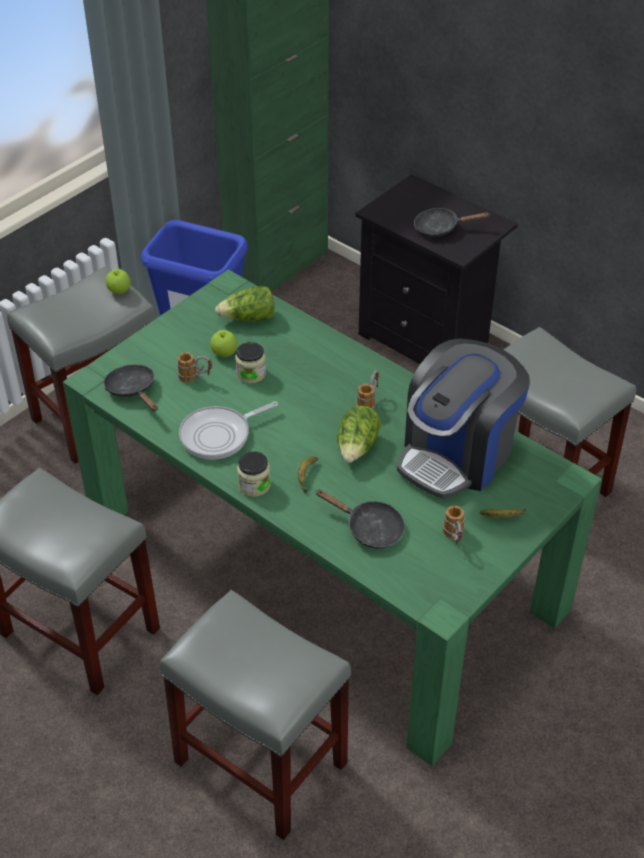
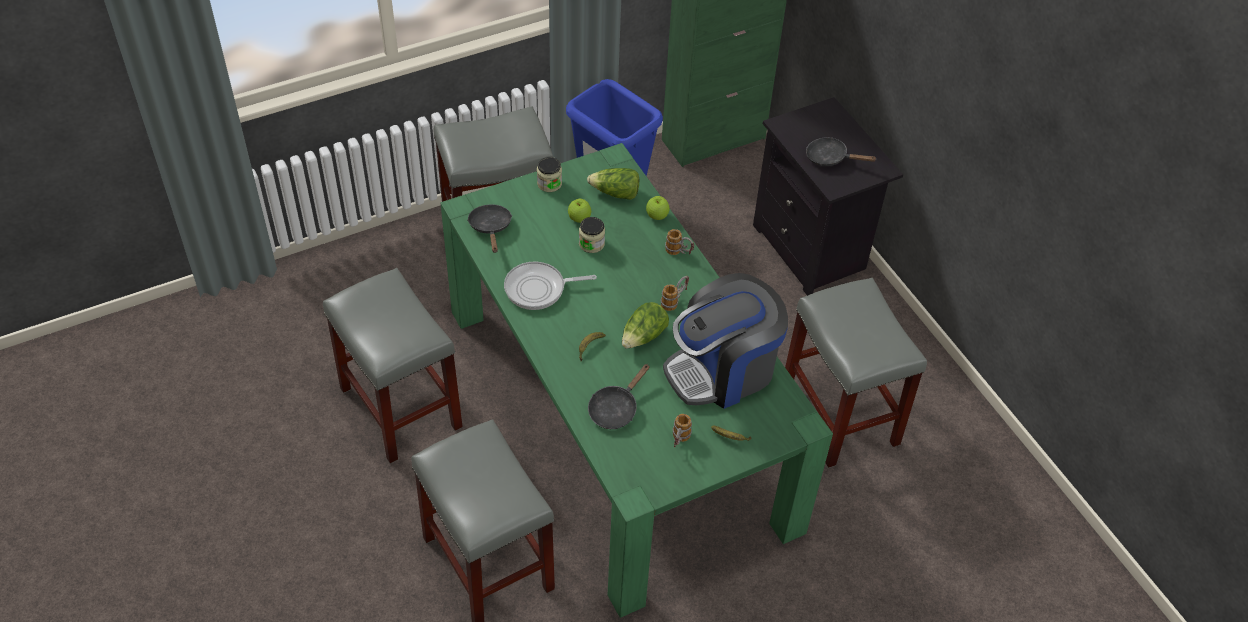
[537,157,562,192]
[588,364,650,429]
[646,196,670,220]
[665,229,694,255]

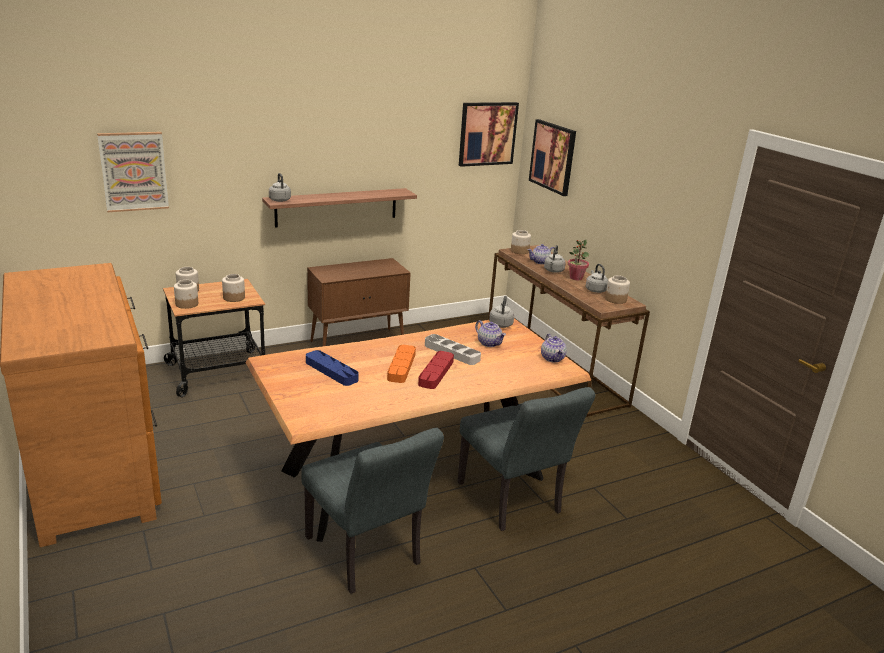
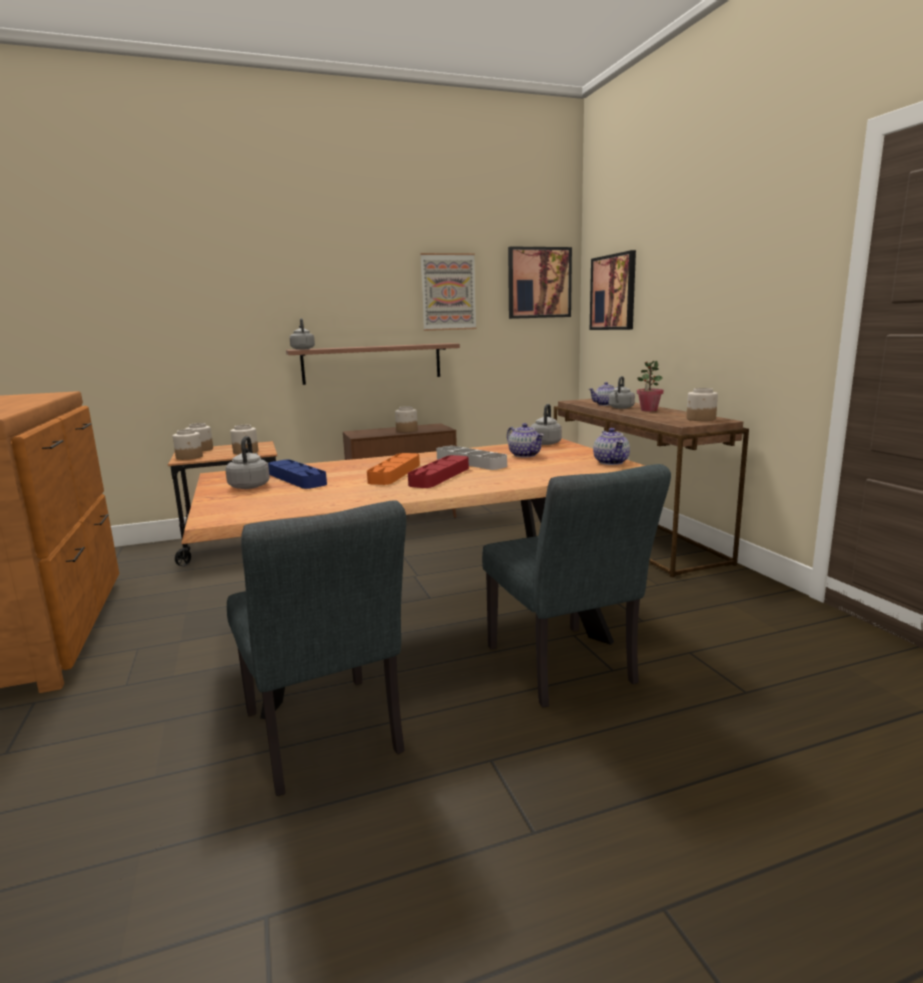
[225,436,270,489]
[395,406,418,432]
[420,253,477,331]

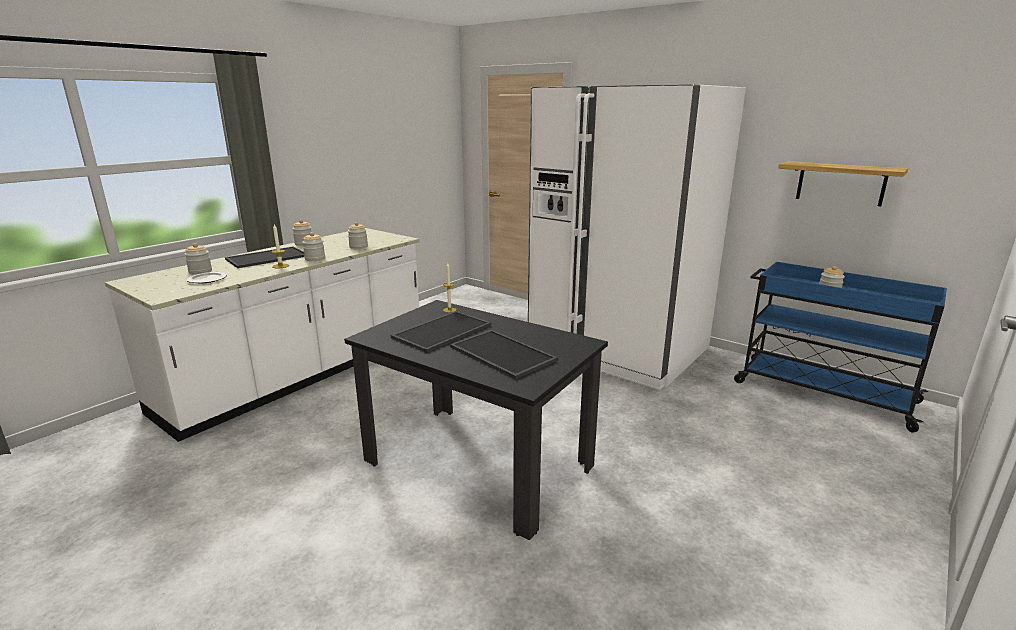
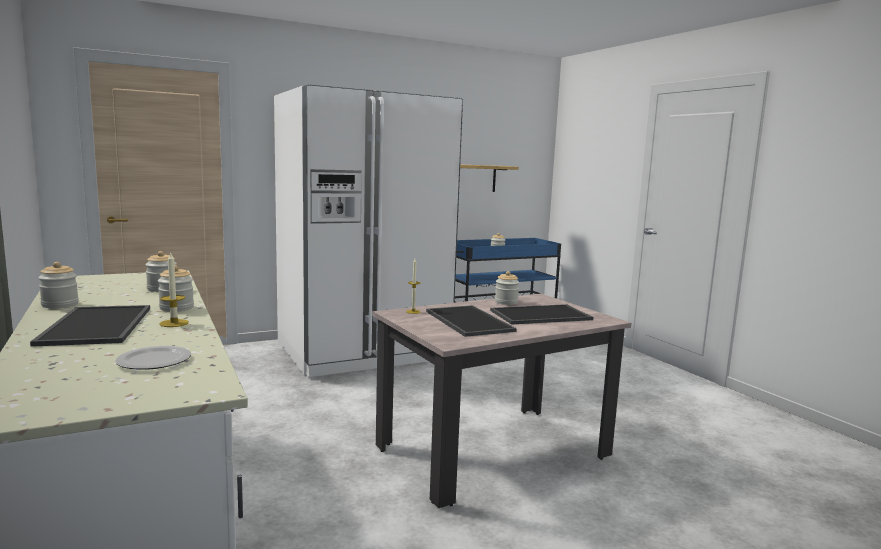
[372,293,631,508]
[495,271,519,305]

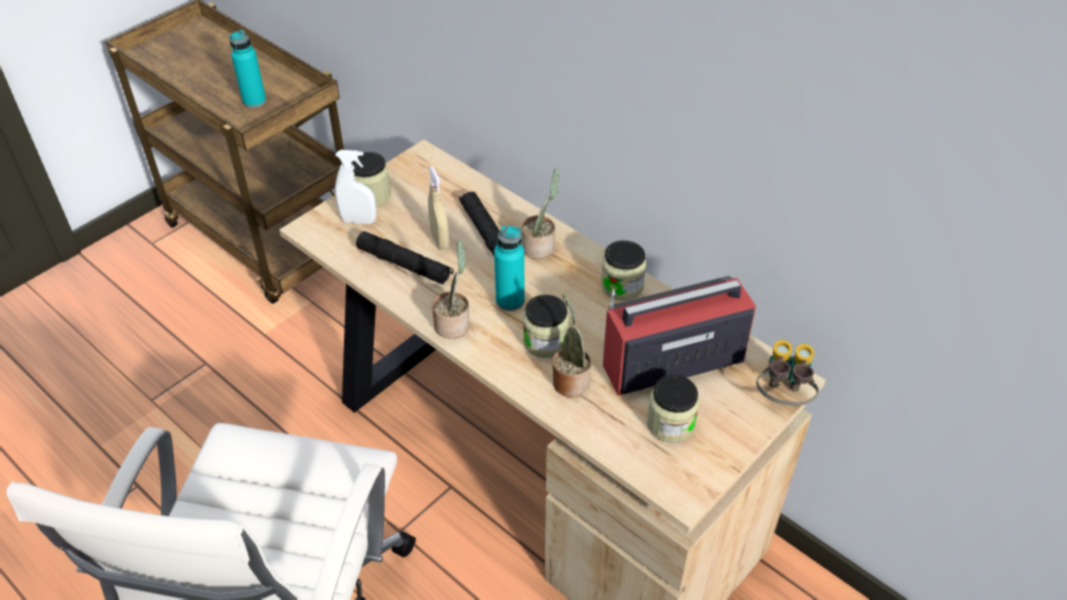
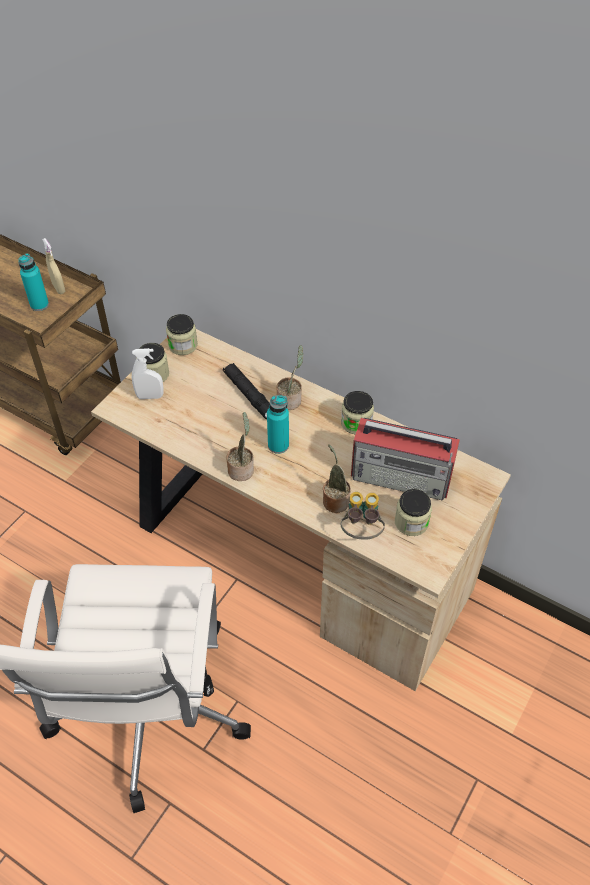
[42,238,65,294]
[166,314,198,355]
[341,492,385,540]
[351,418,460,501]
[356,231,453,285] (first image)

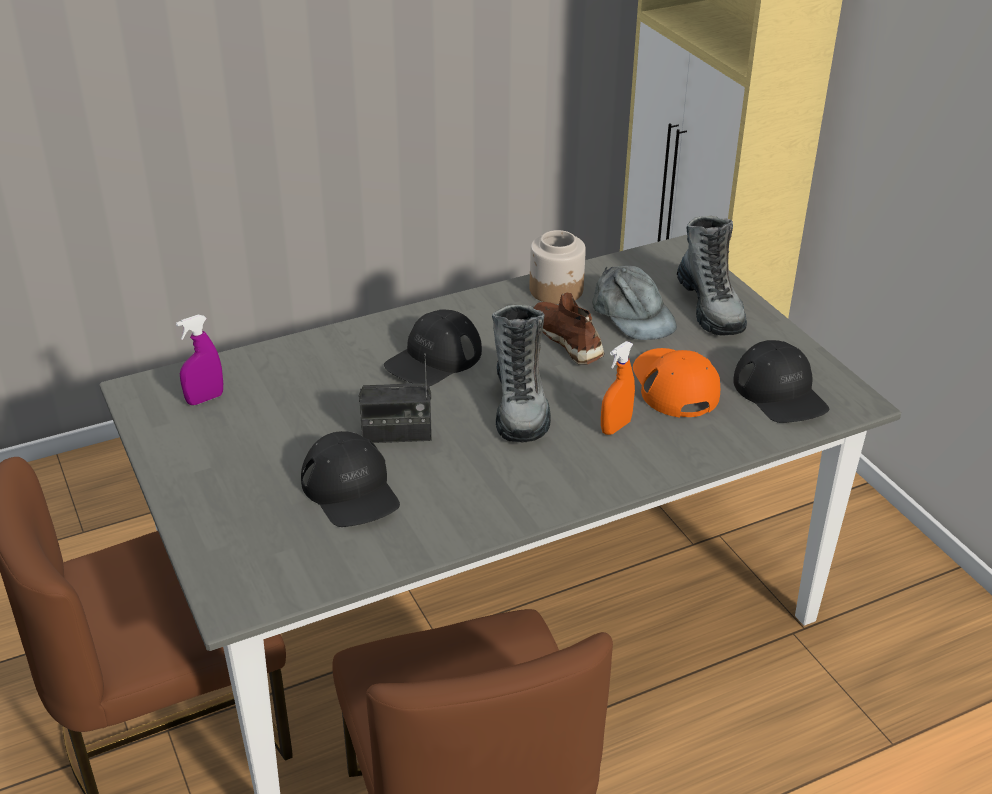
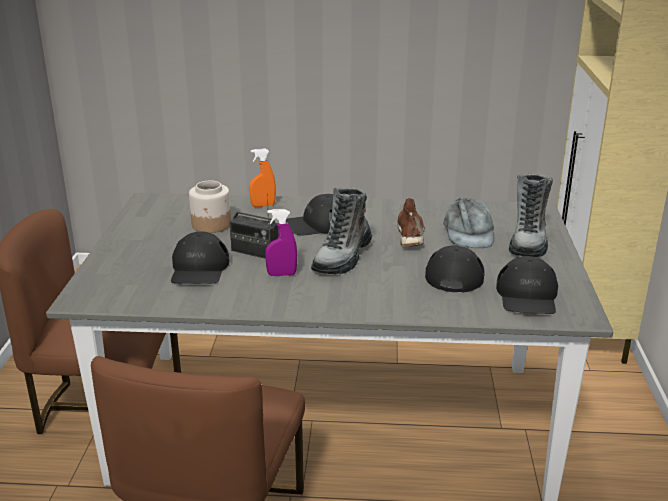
[189,180,231,233]
[249,148,276,207]
[265,209,297,276]
[425,246,485,293]

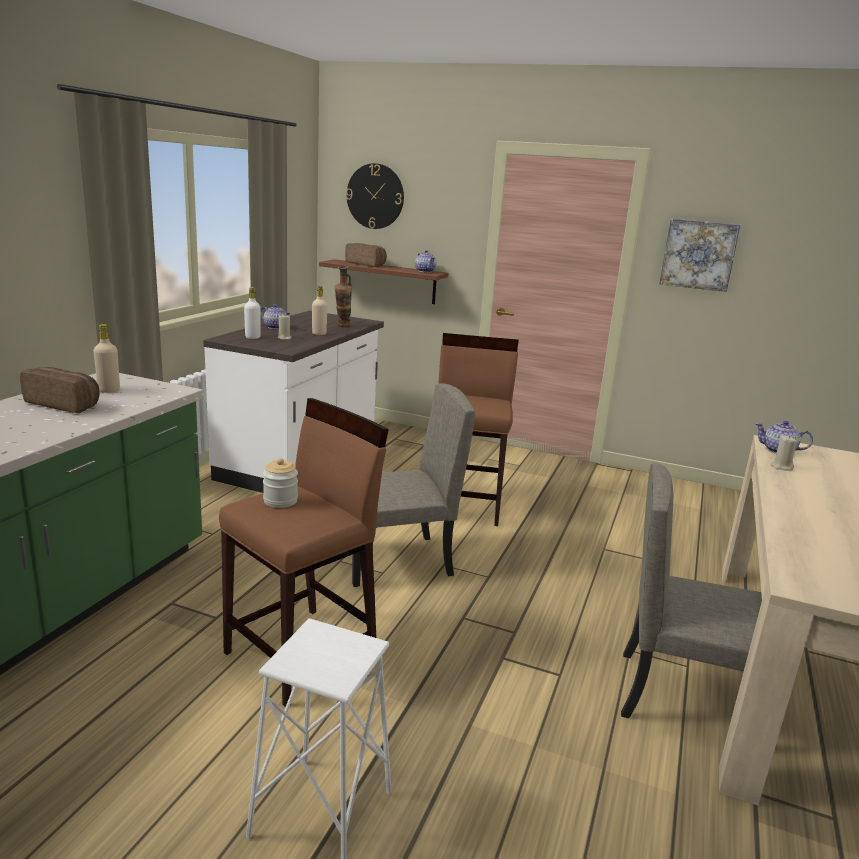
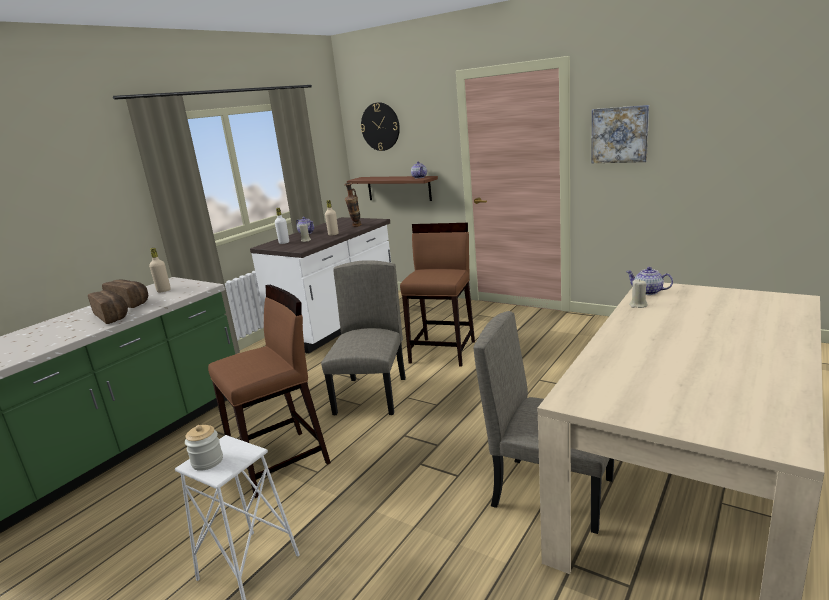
[88,290,128,324]
[185,425,223,471]
[321,260,406,415]

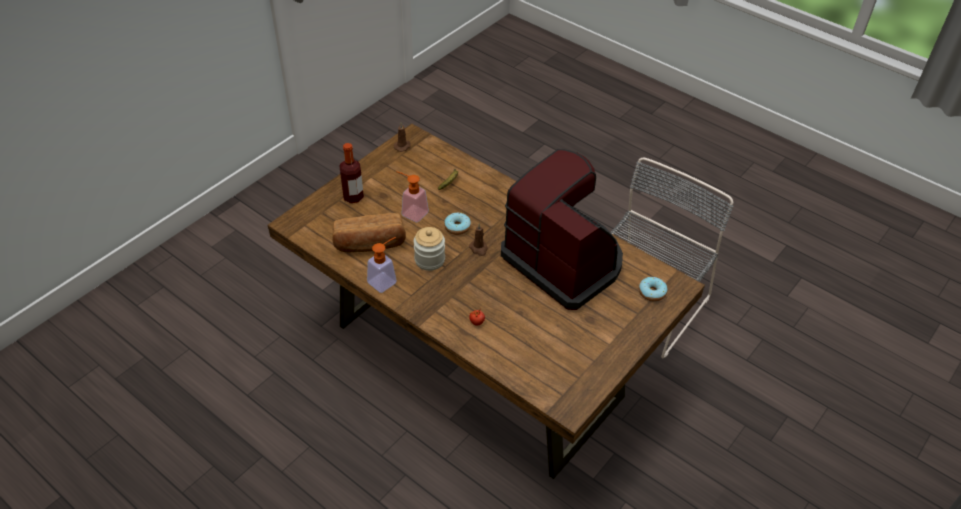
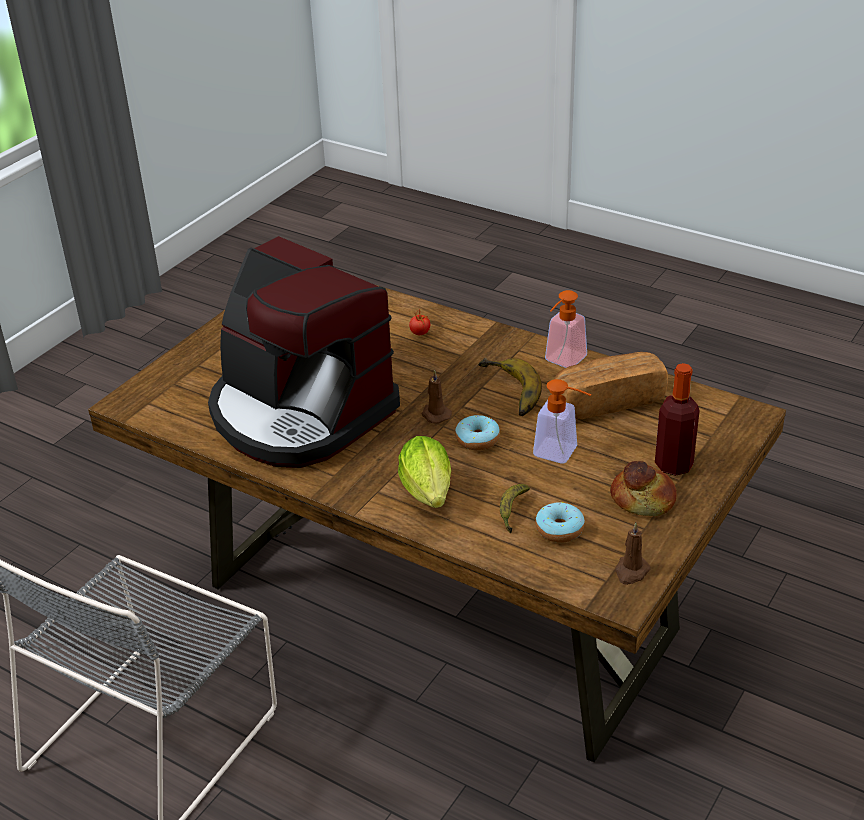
[398,436,451,508]
[478,358,542,416]
[535,502,585,543]
[610,461,677,516]

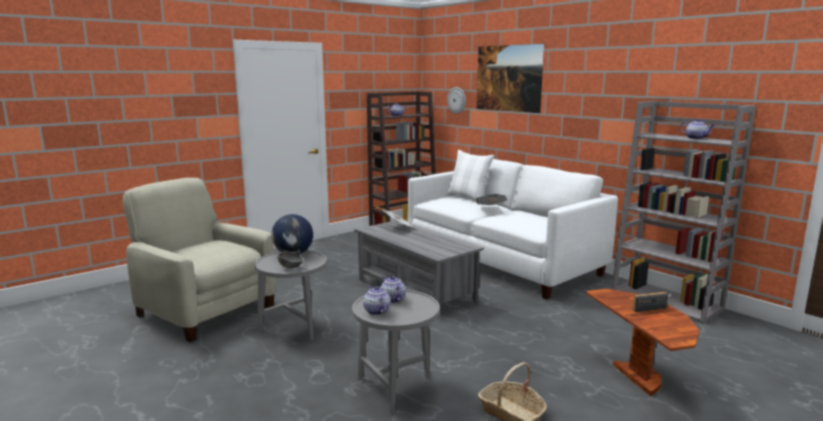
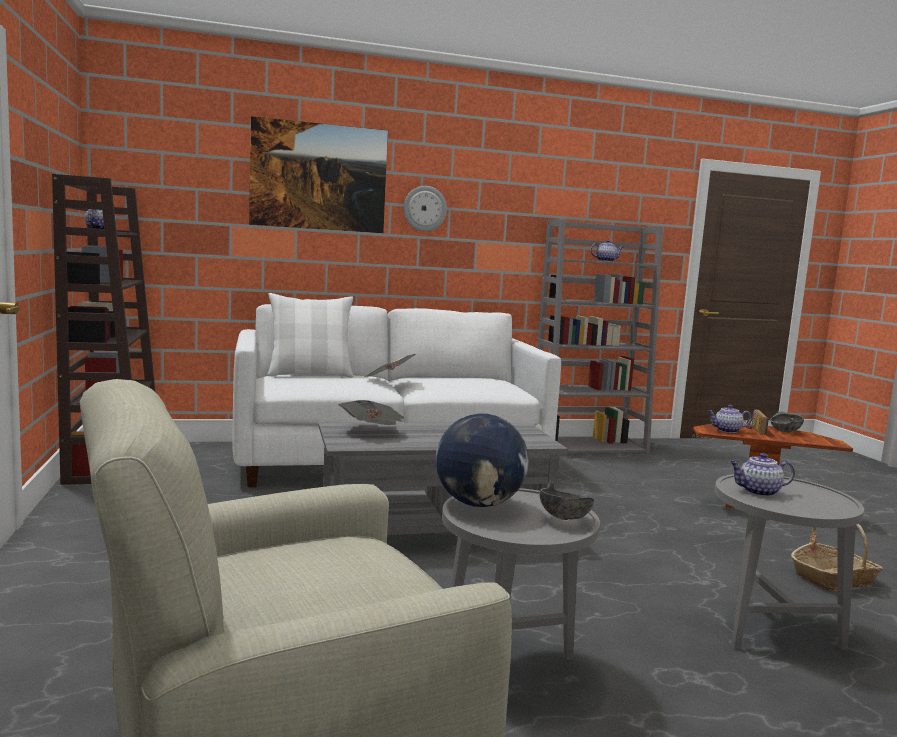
[403,186,447,231]
[707,405,752,433]
[770,411,804,432]

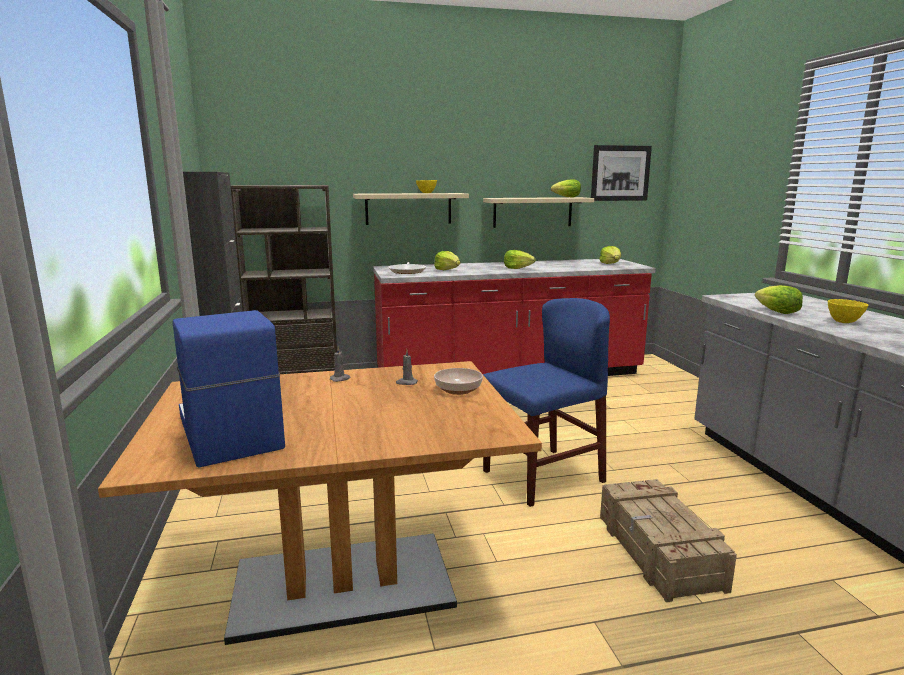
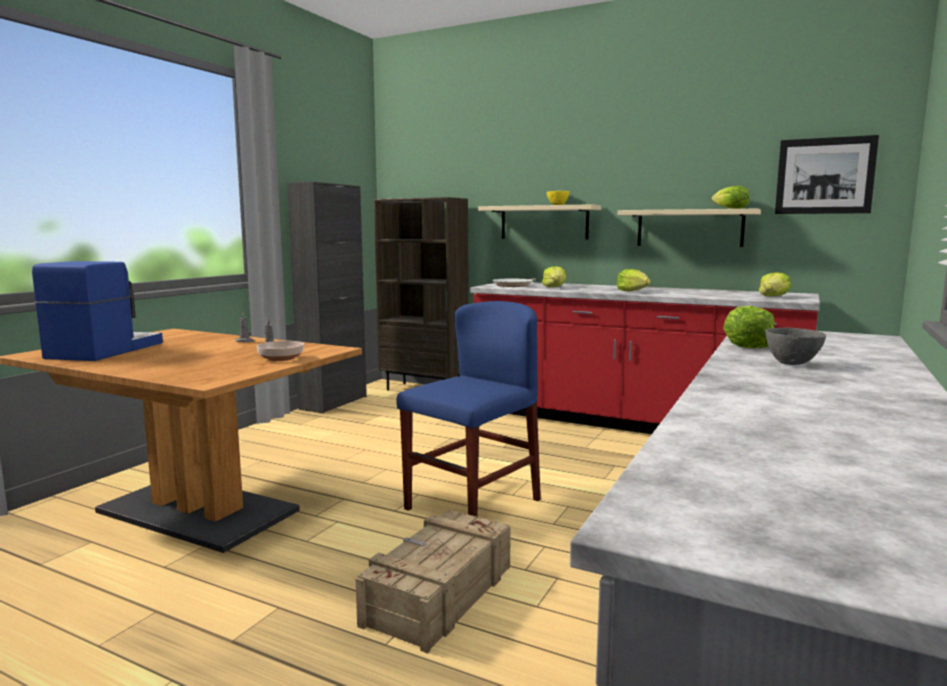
[396,301,541,519]
[765,328,826,365]

